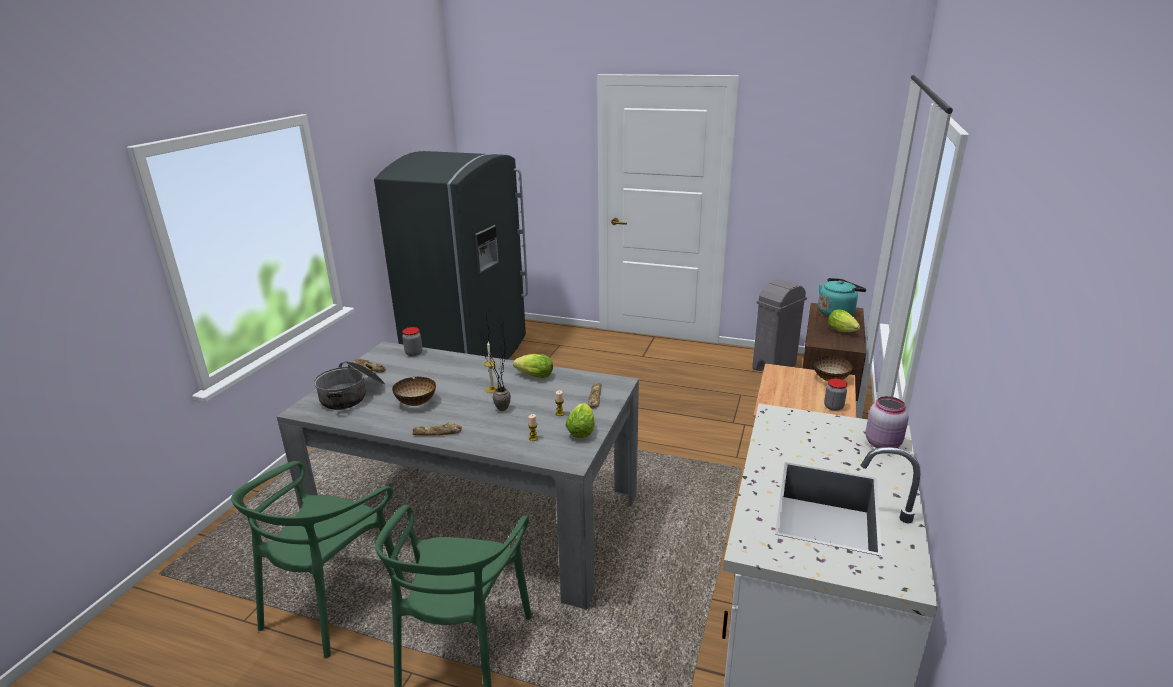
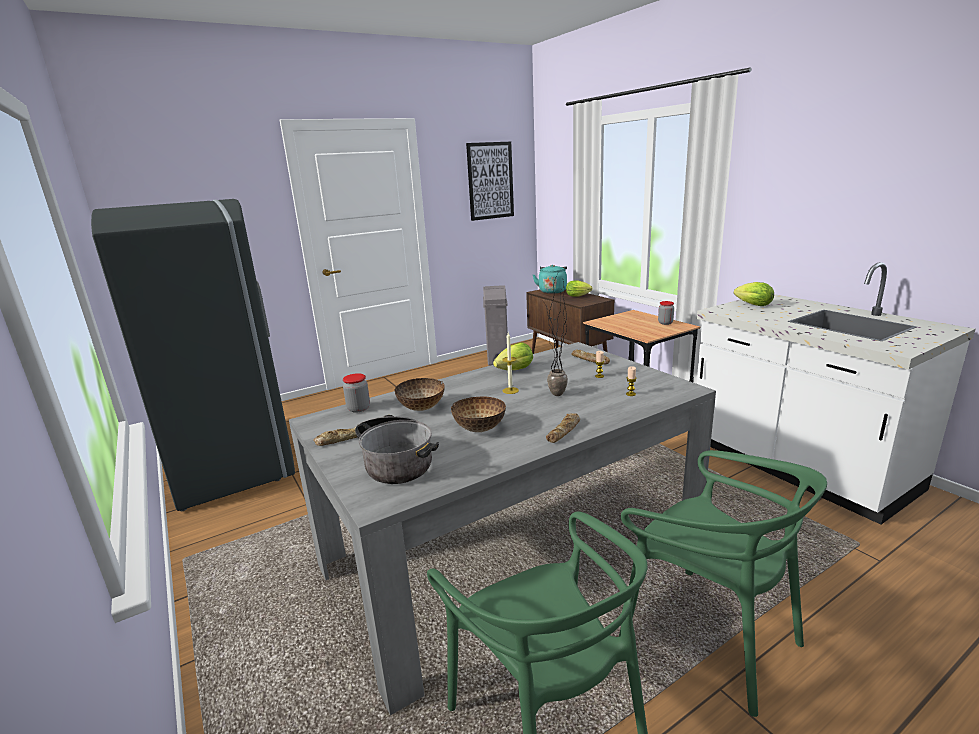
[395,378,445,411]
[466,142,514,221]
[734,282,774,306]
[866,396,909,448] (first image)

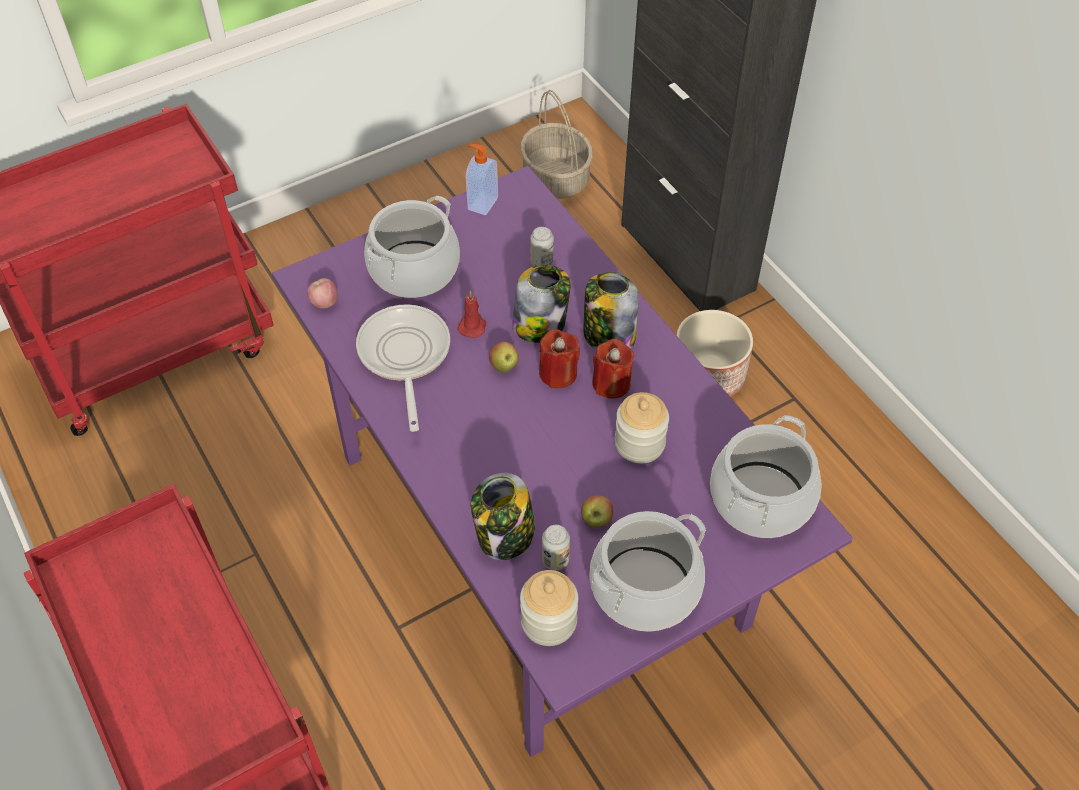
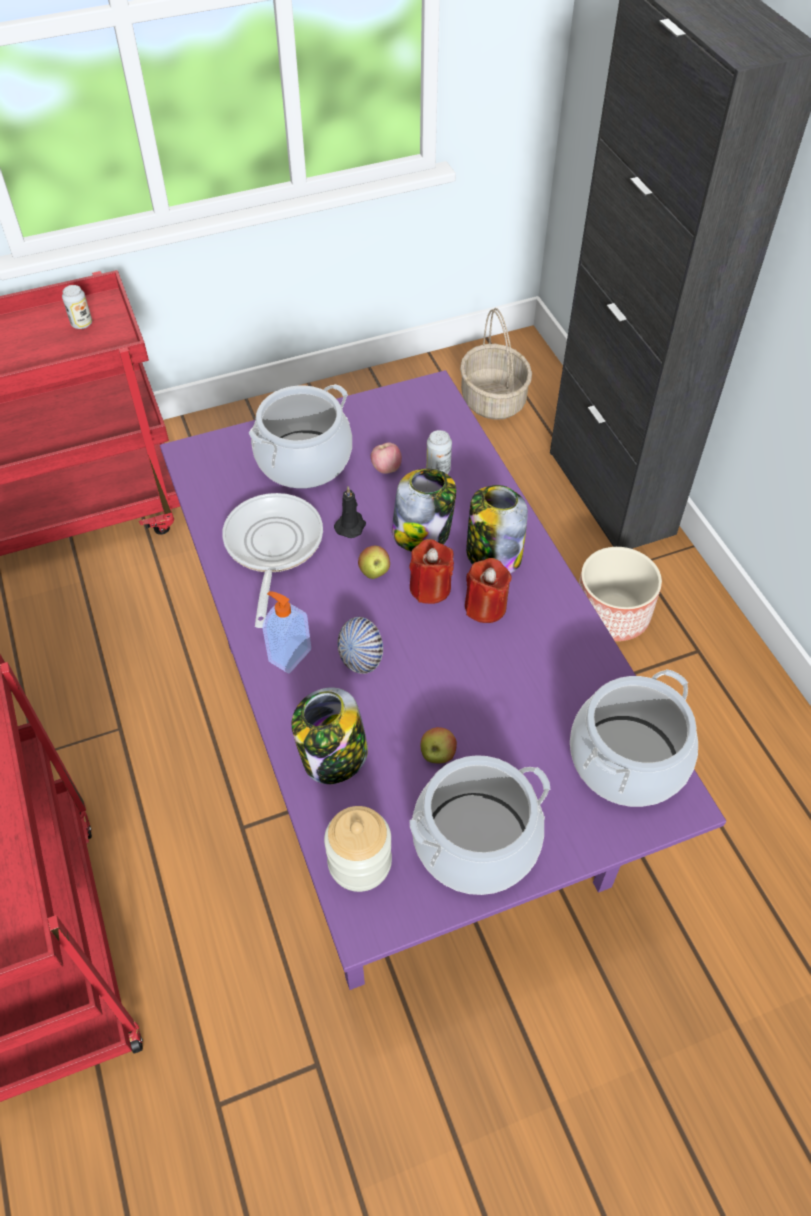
[62,285,92,329]
[262,591,311,674]
[334,486,366,538]
[338,617,383,674]
[371,442,402,474]
[615,392,669,464] (first image)

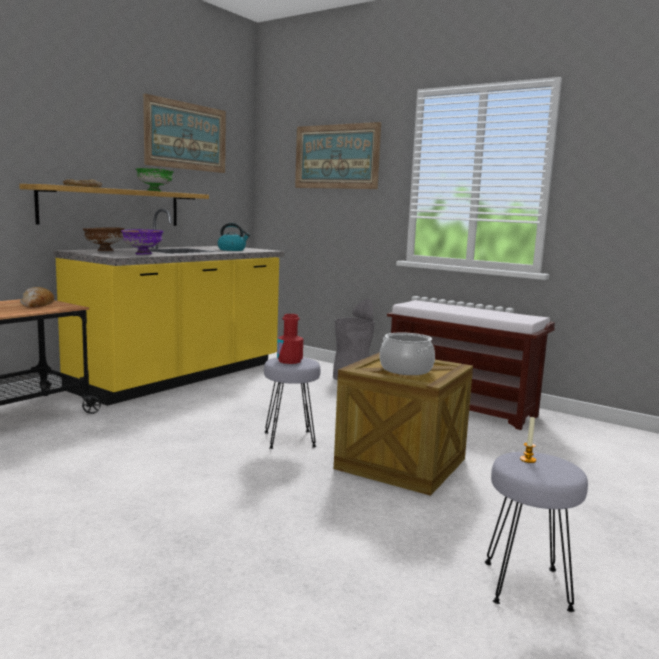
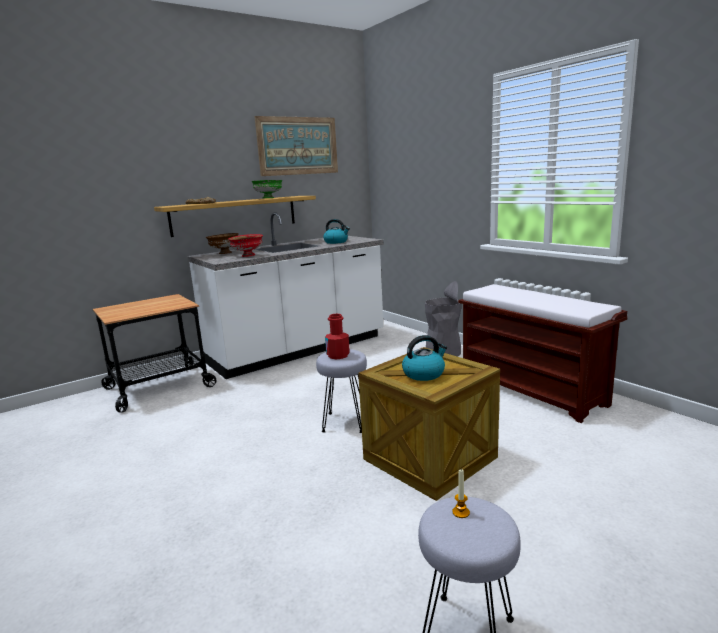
[187,212,384,379]
[228,234,263,257]
[402,335,447,381]
[20,287,54,308] (first image)
[295,122,381,189] (first image)

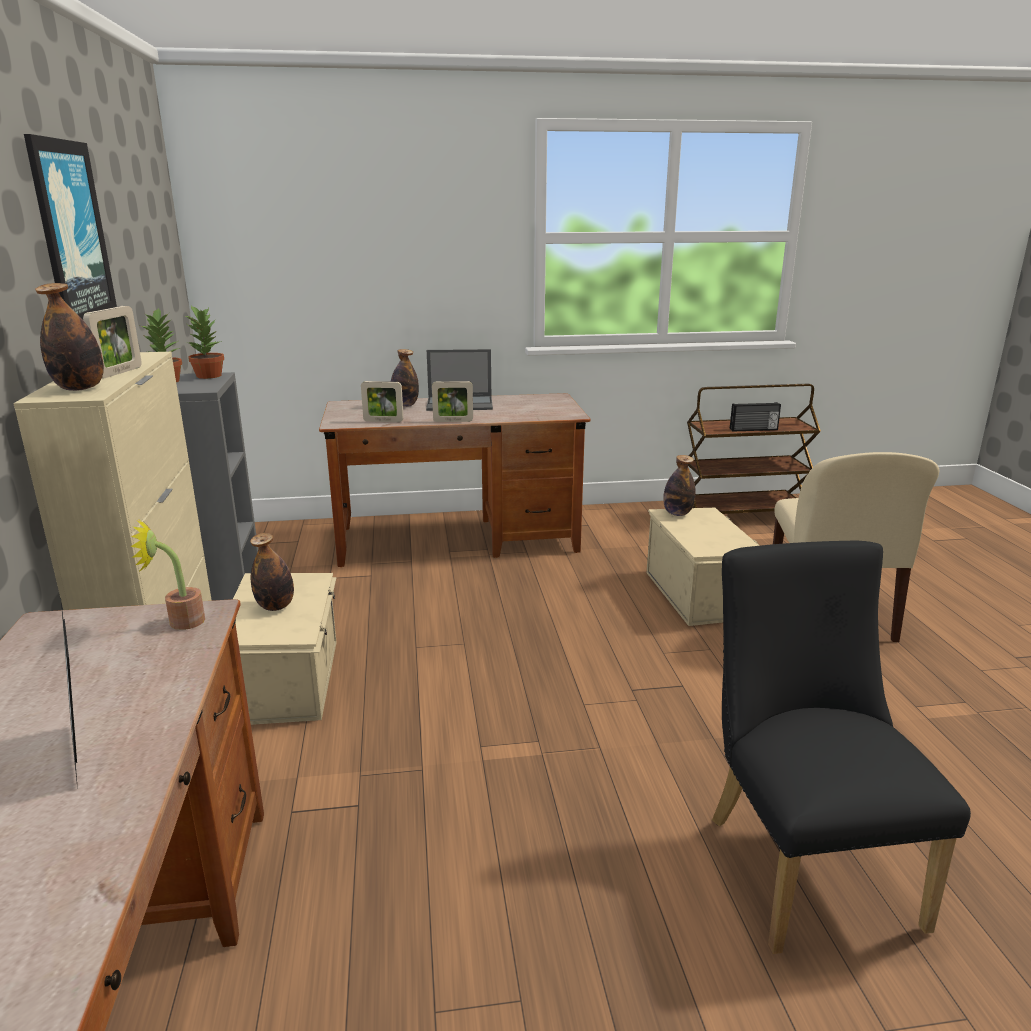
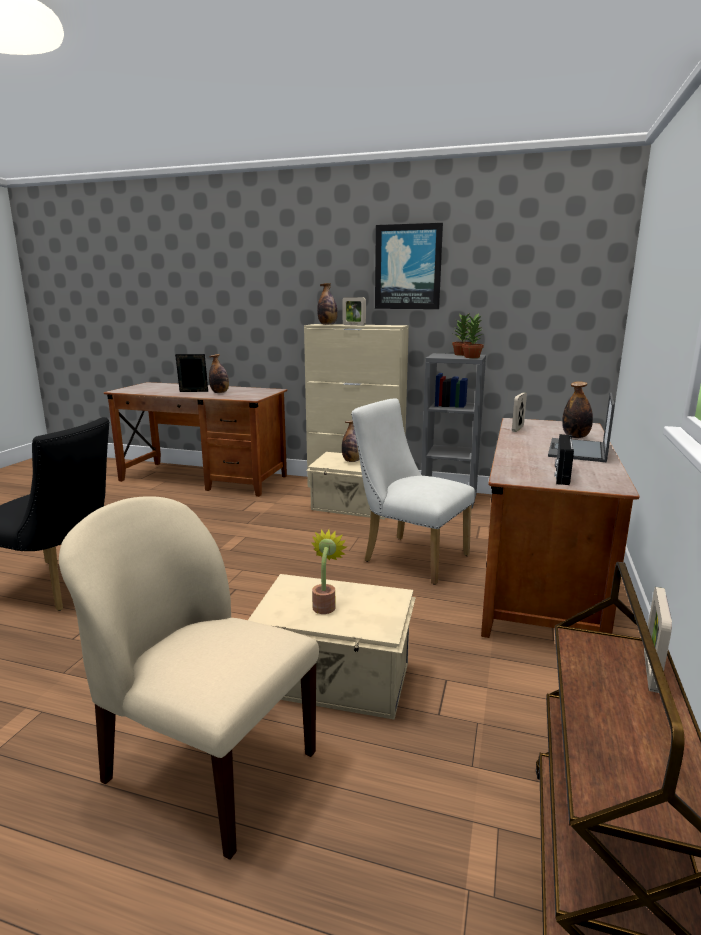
[209,354,229,393]
[311,529,347,614]
[351,398,475,585]
[554,434,574,485]
[644,587,672,693]

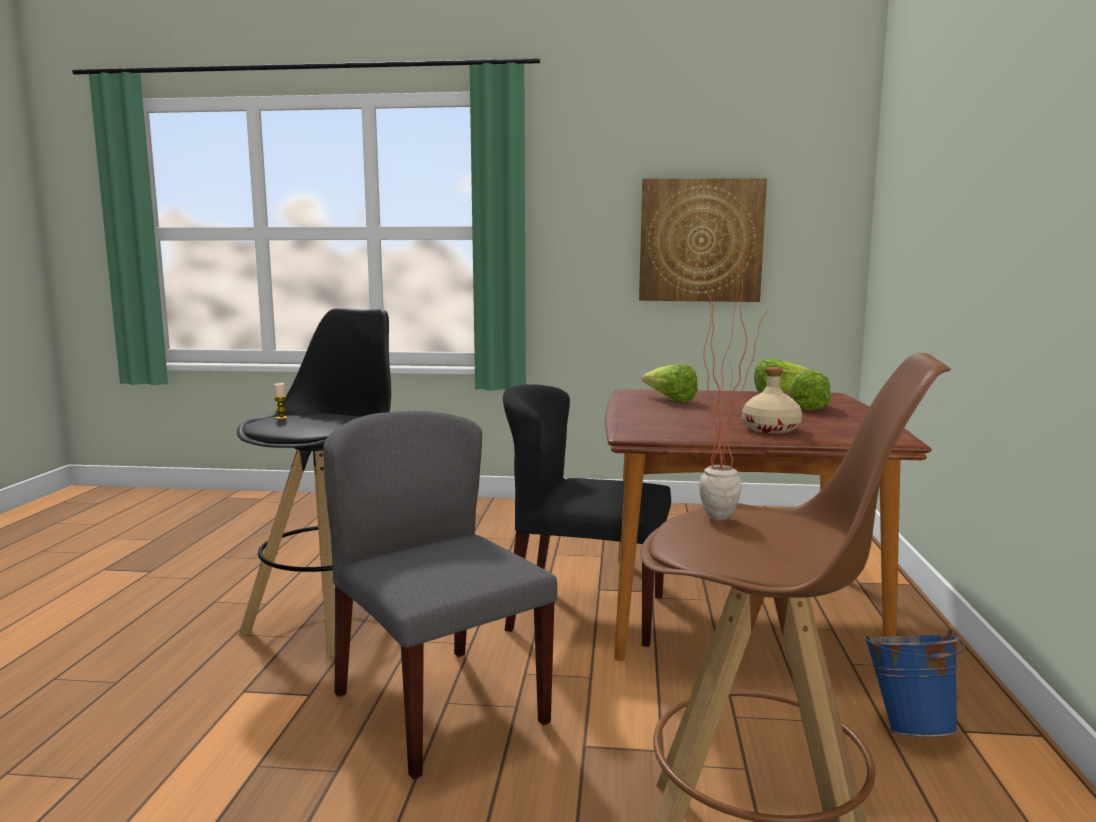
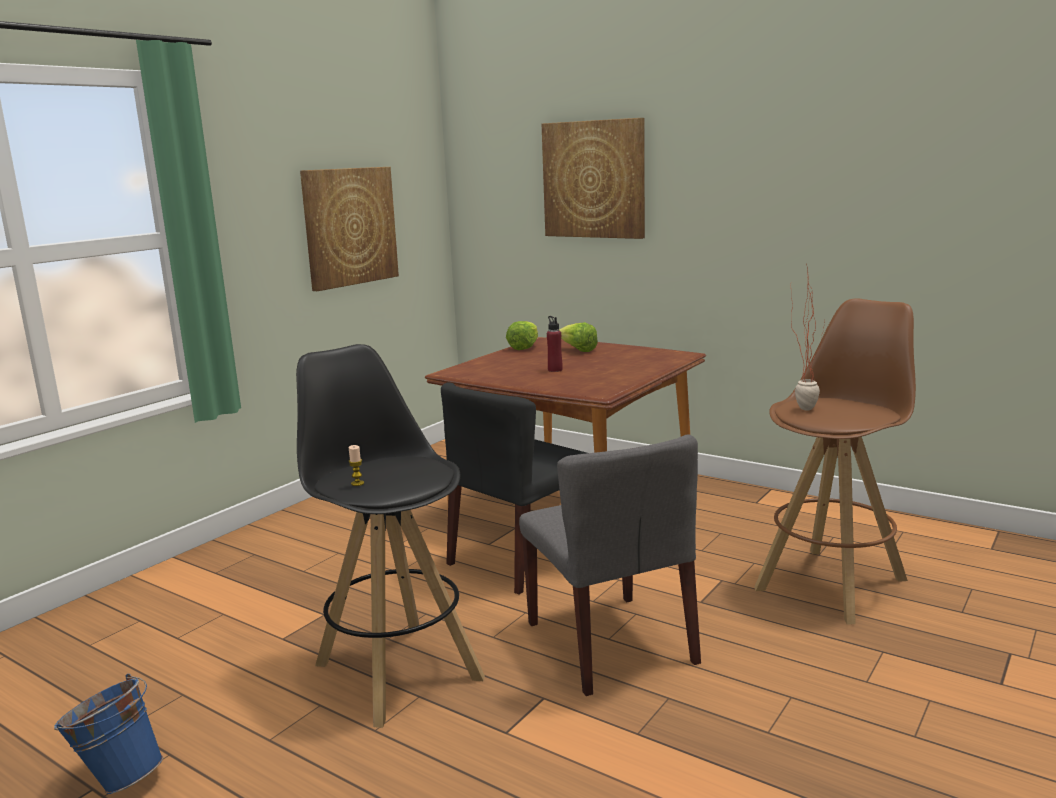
[54,674,164,794]
[519,434,701,696]
[542,118,645,239]
[547,316,563,372]
[642,363,697,402] (first image)
[742,367,802,433] (first image)

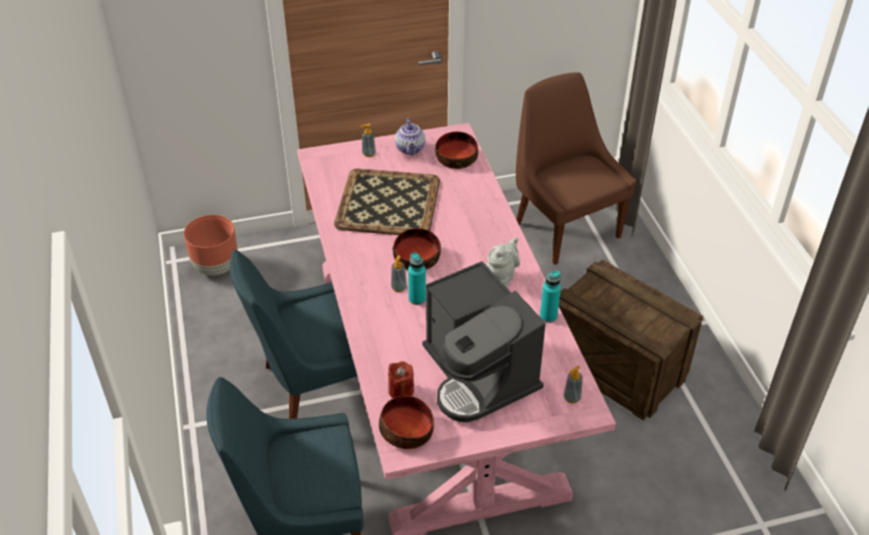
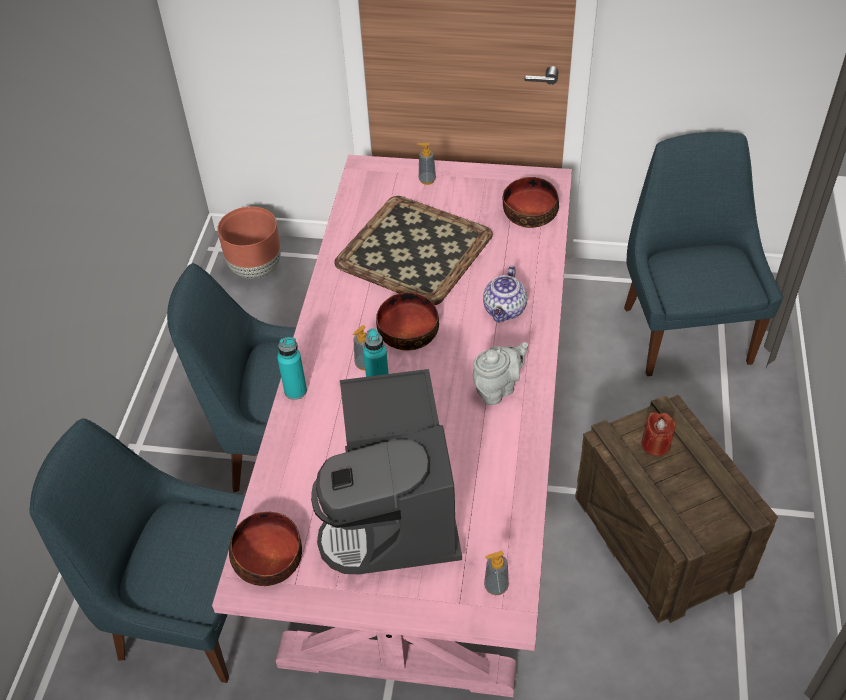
[277,337,307,400]
[483,266,527,323]
[624,132,783,376]
[641,412,676,456]

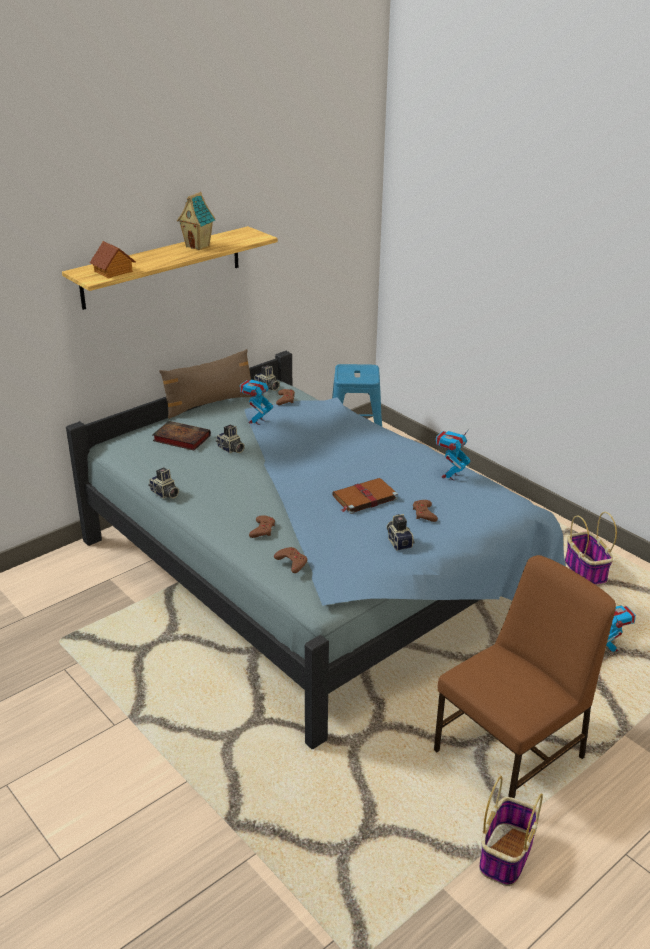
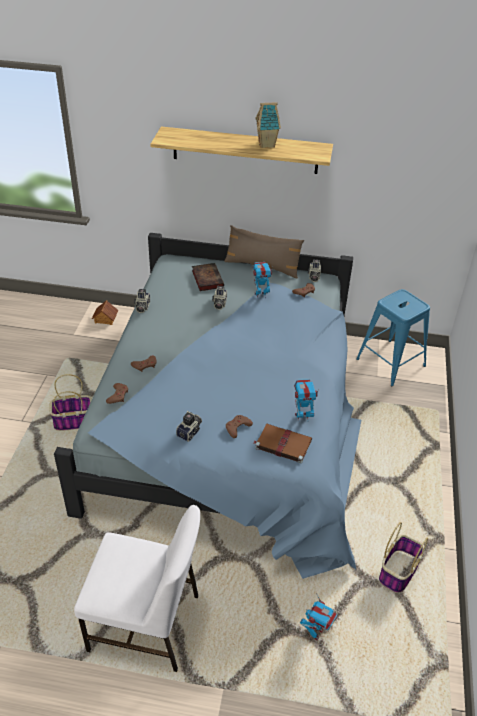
[49,374,92,431]
[74,505,200,672]
[92,300,118,325]
[254,423,312,463]

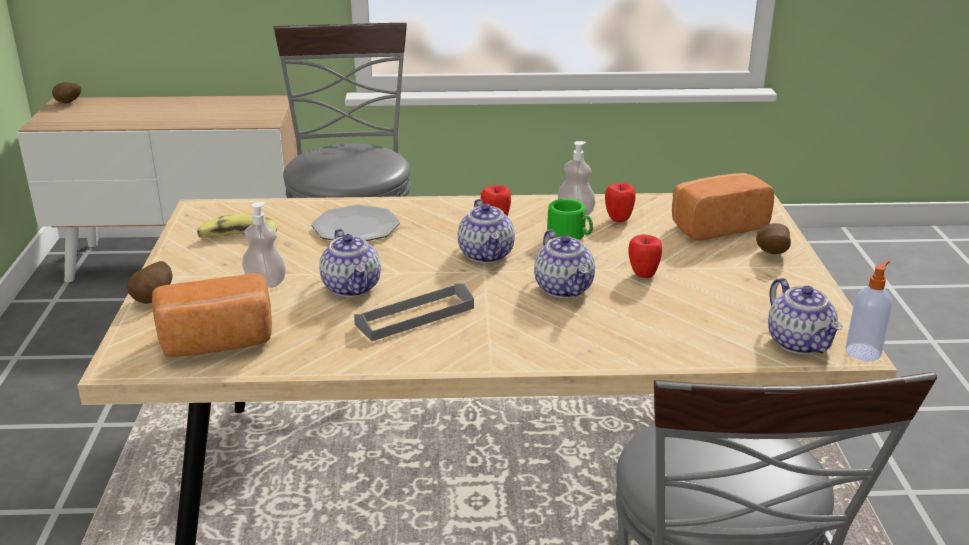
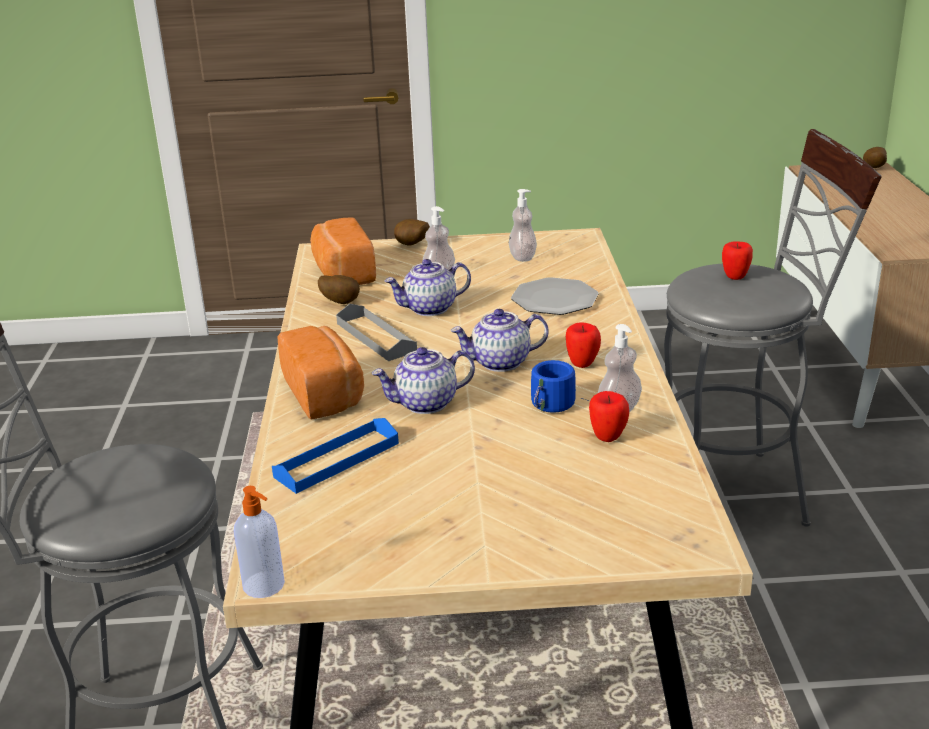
[272,418,399,494]
[277,326,364,419]
[318,275,360,304]
[509,189,537,262]
[531,360,589,413]
[722,241,753,280]
[768,278,843,354] (first image)

